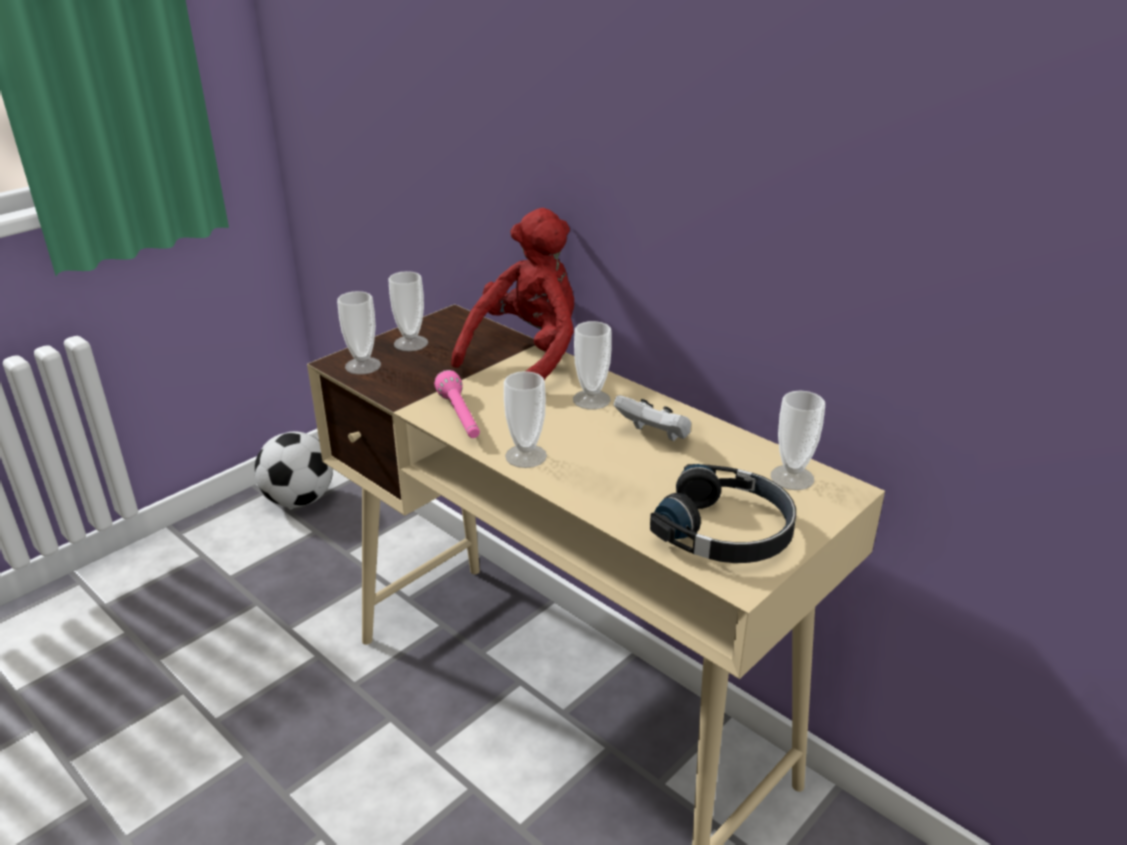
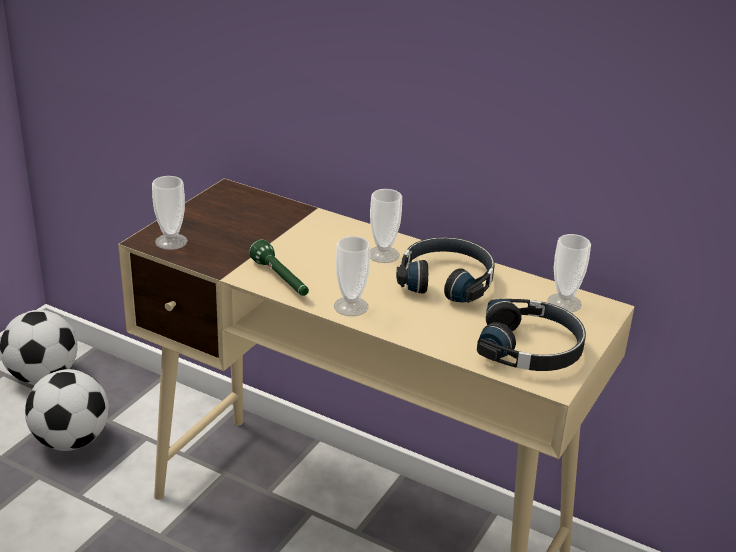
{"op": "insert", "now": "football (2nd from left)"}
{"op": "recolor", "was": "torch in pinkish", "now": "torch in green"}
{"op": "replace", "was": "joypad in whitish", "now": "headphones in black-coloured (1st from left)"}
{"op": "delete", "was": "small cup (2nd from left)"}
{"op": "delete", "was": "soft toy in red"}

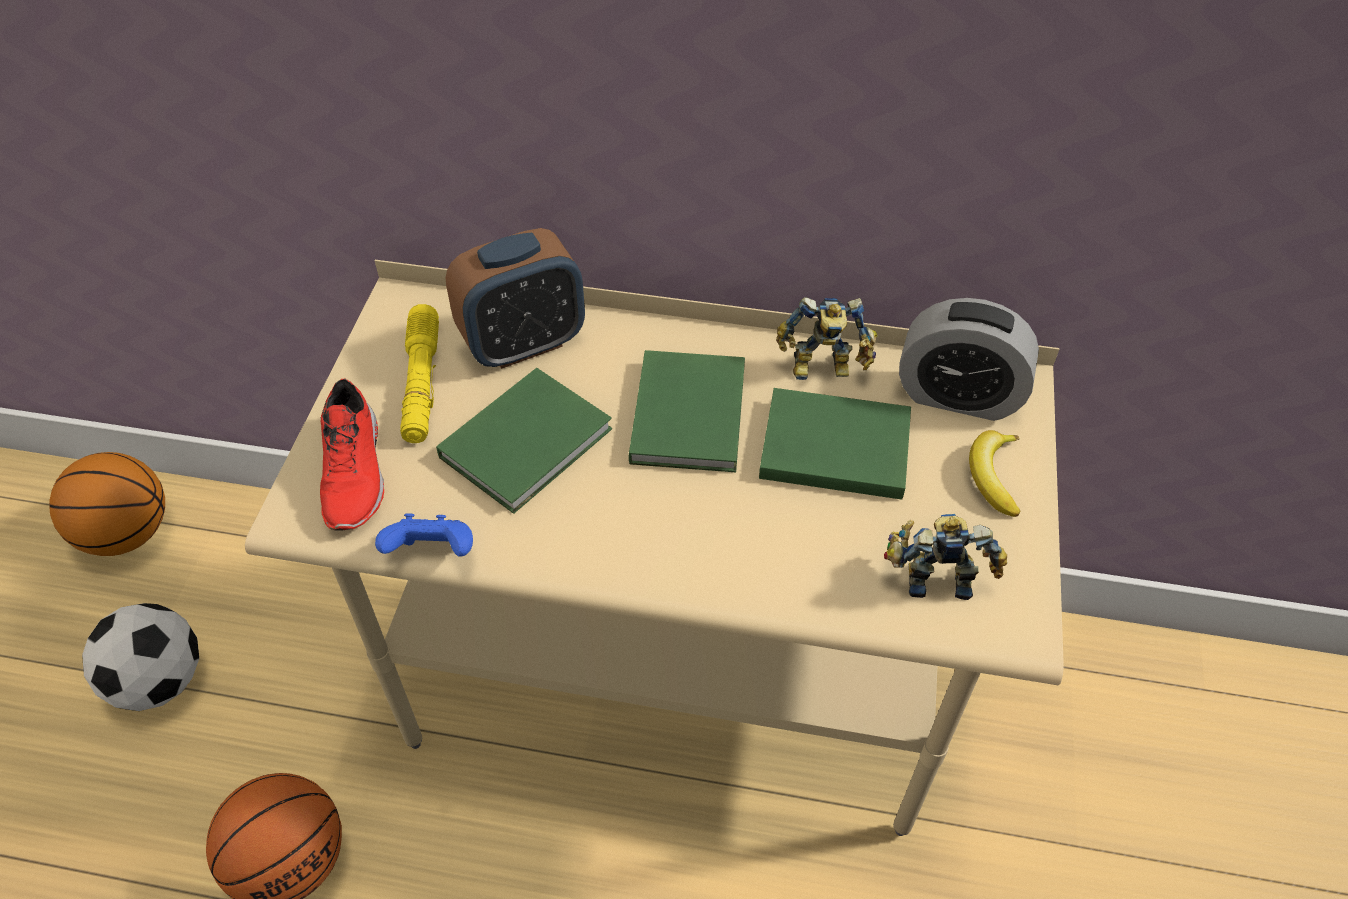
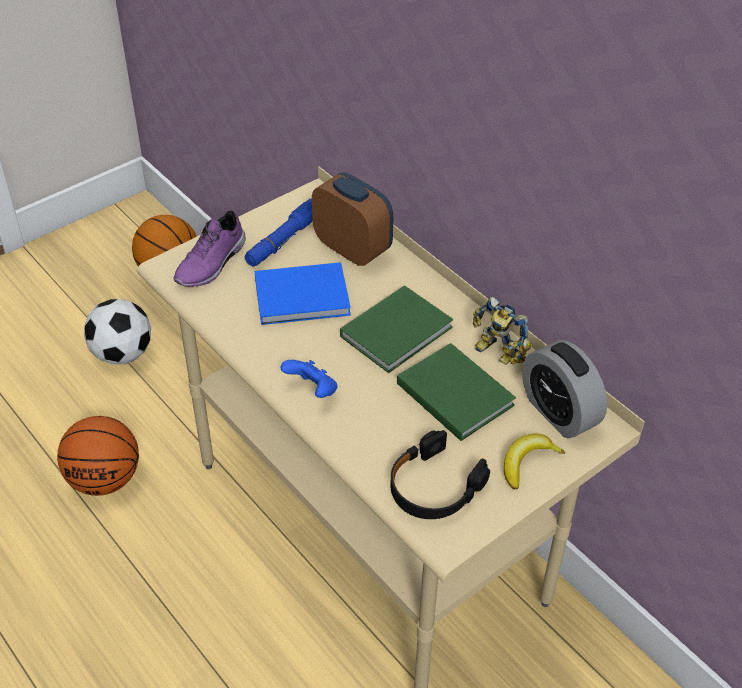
{"op": "recolor", "was": "item of footwear in red", "now": "item of footwear in purple-coloured"}
{"op": "recolor", "was": "torch in yellow-coloured", "now": "torch in blue-coloured"}
{"op": "recolor", "was": "bound book in green (1st from left)", "now": "bound book in blue-coloured"}
{"op": "move", "was": "joypad in blue-coloured"}
{"op": "rotate", "was": "alarm clock (1st from left)", "clockwise": -150}
{"op": "replace", "was": "model robot (2nd from left)", "now": "headphones in black-coloured"}

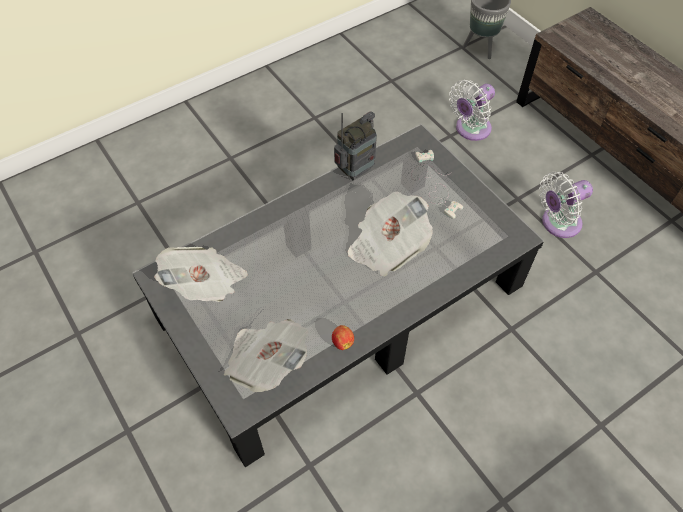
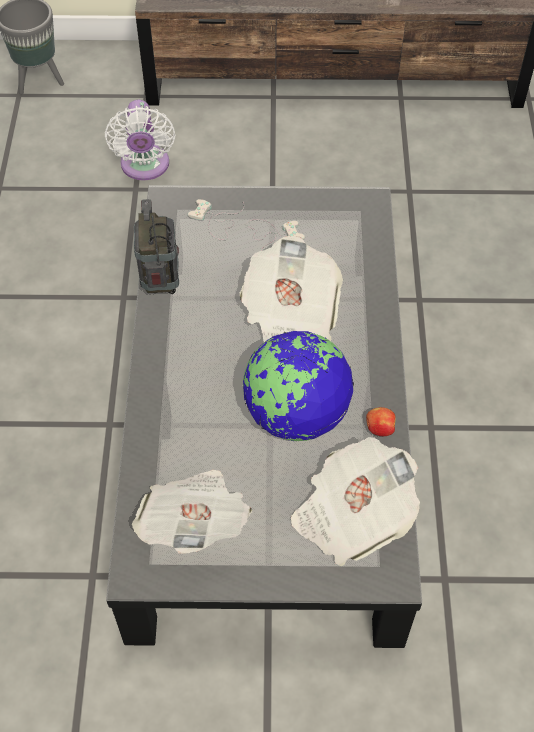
{"op": "insert", "now": "globe"}
{"op": "delete", "was": "fan in whitish (2nd from left)"}

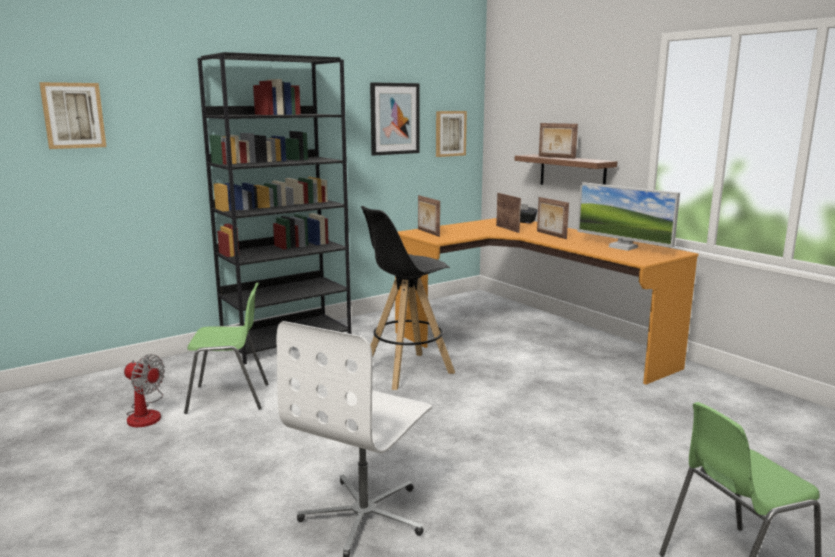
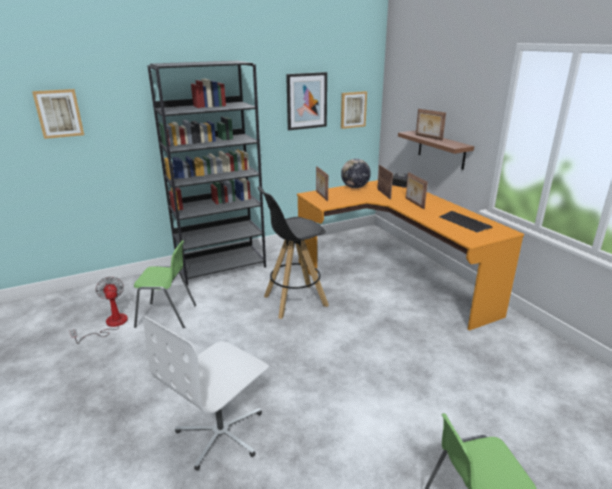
{"op": "rotate", "was": "fan", "clockwise": -150}
{"op": "insert", "now": "globe"}
{"op": "replace", "was": "monitor", "now": "PC keyboard"}

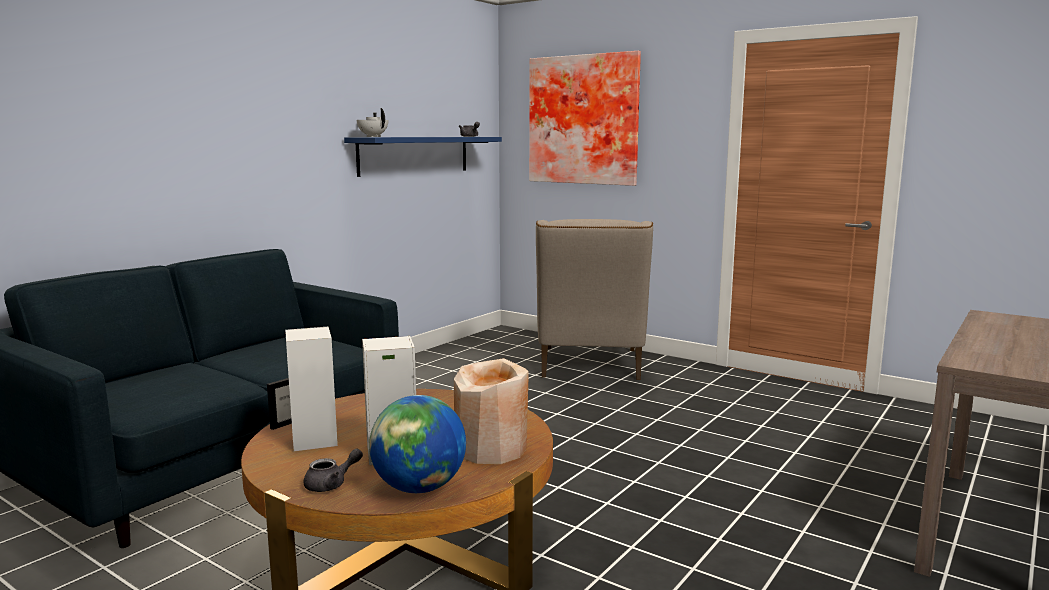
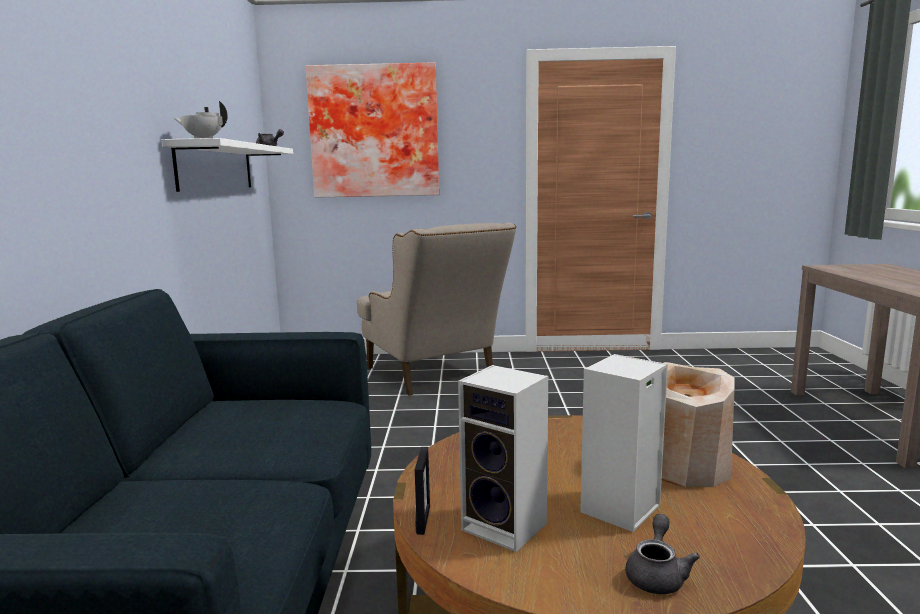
{"op": "recolor", "was": "wall shelf in blue-coloured", "now": "wall shelf in whitish"}
{"op": "delete", "was": "globe"}

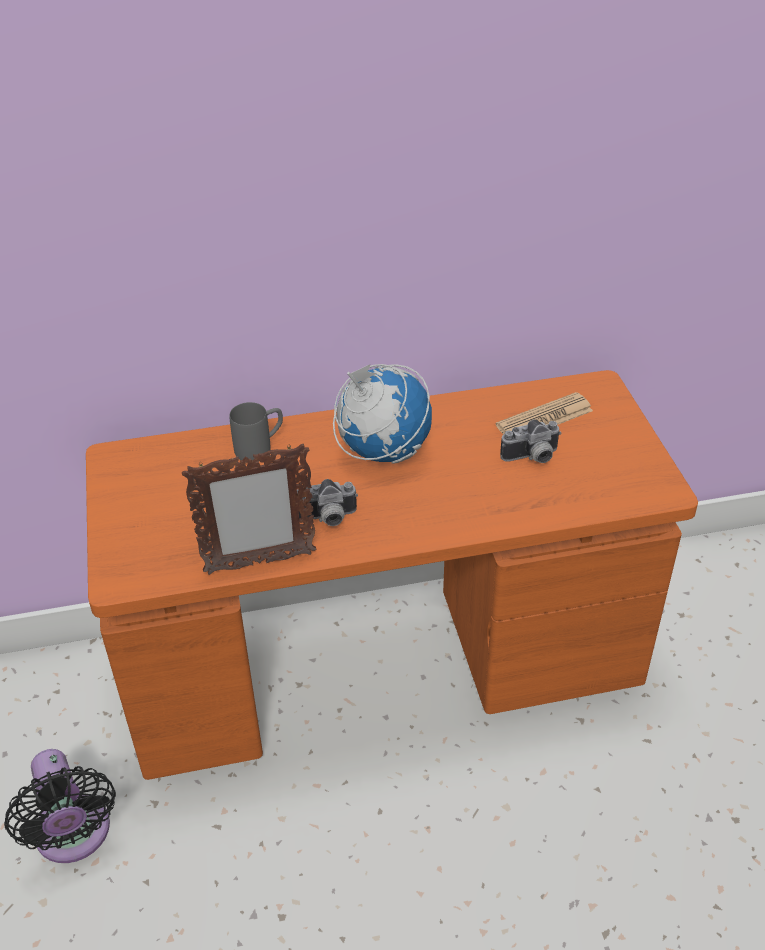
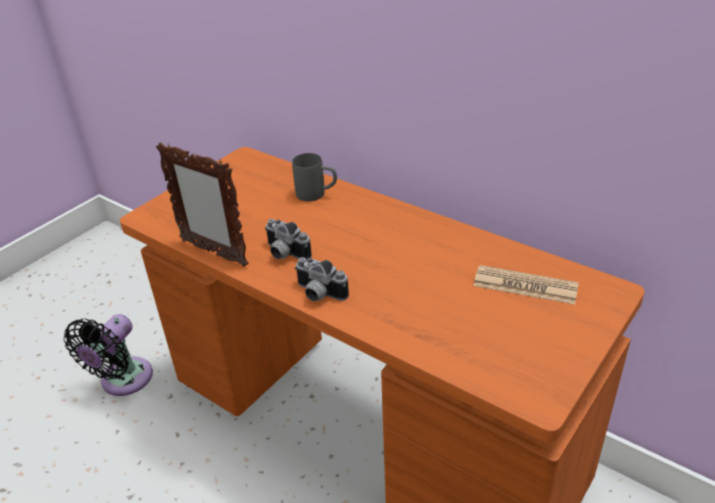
{"op": "move", "was": "photo camera (2nd from left)"}
{"op": "delete", "was": "globe"}

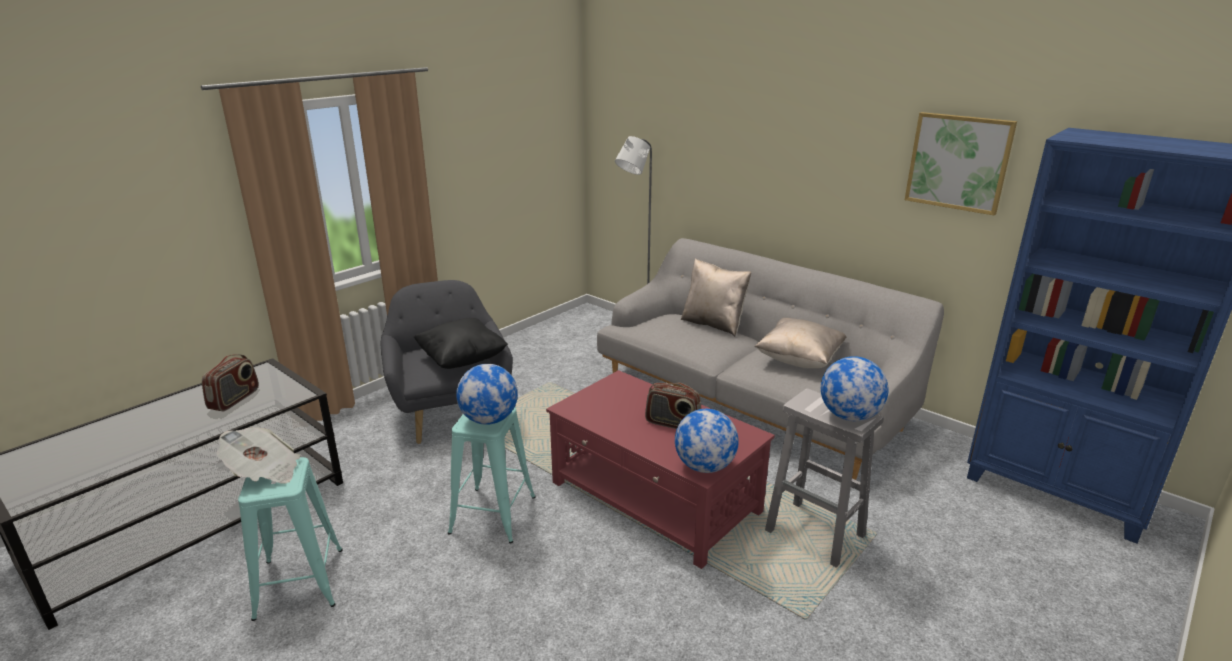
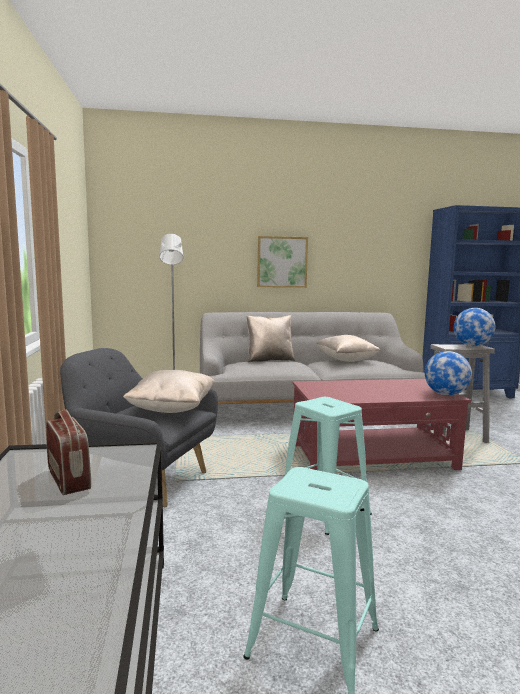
{"op": "recolor", "was": "cushion in black-coloured", "now": "cushion in beige-coloured (1st from left)"}
{"op": "move", "was": "wall picture"}
{"op": "delete", "was": "newspaper"}
{"op": "delete", "was": "globe (1st from left)"}
{"op": "delete", "was": "radio receiver (2nd from left)"}

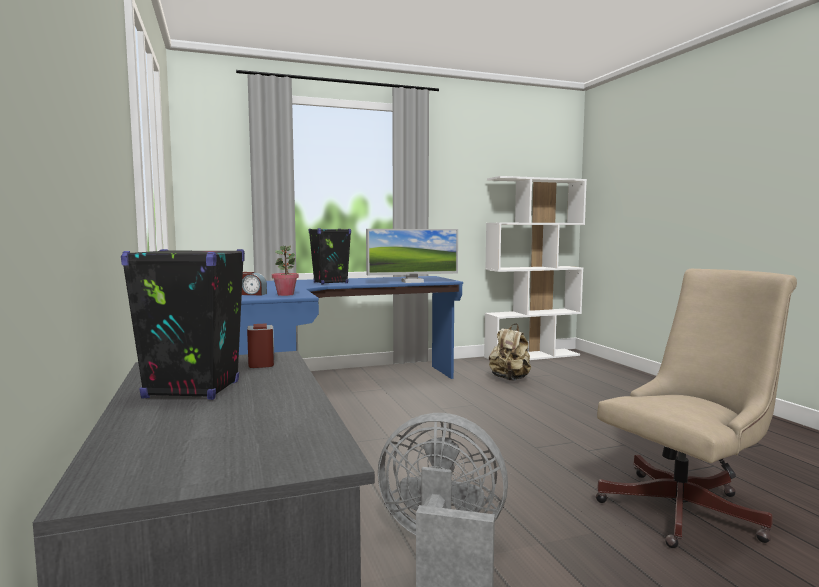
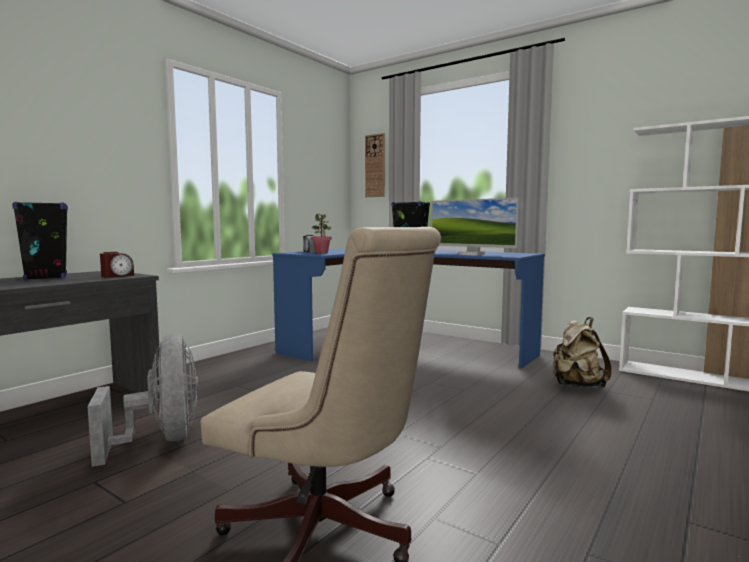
{"op": "insert", "now": "clock on the wall"}

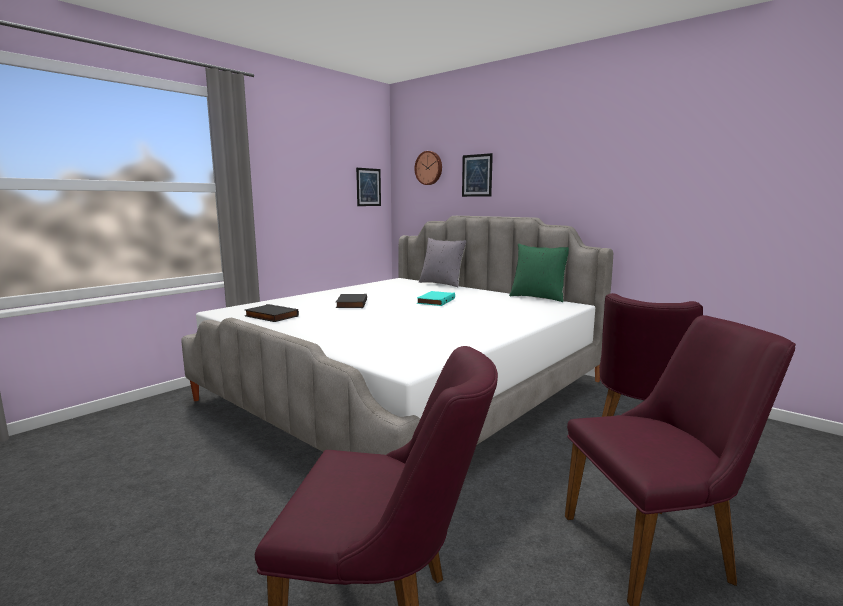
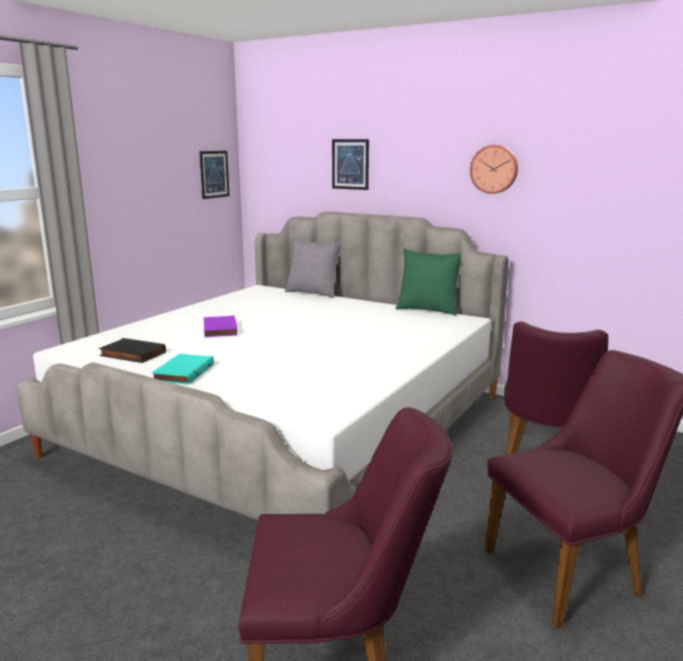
{"op": "move", "was": "bound book in turquoise"}
{"op": "recolor", "was": "bound book in black-coloured (2nd from left)", "now": "bound book in purple-coloured"}
{"op": "move", "was": "clock on the wall"}

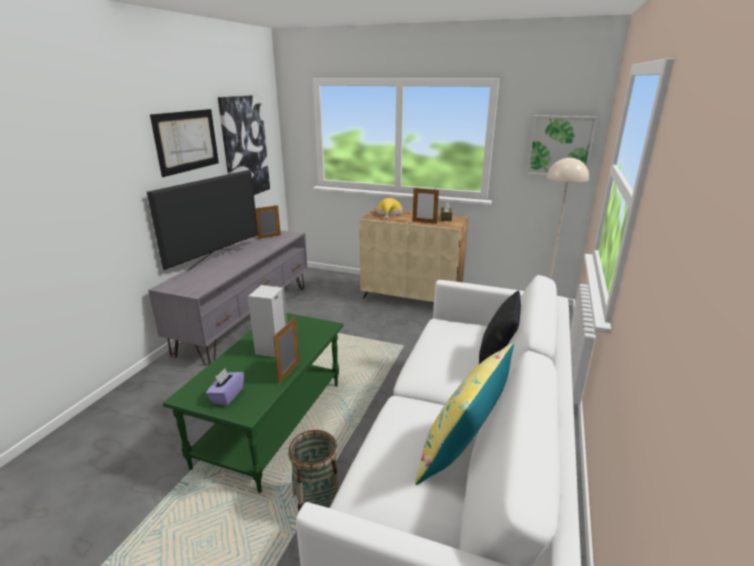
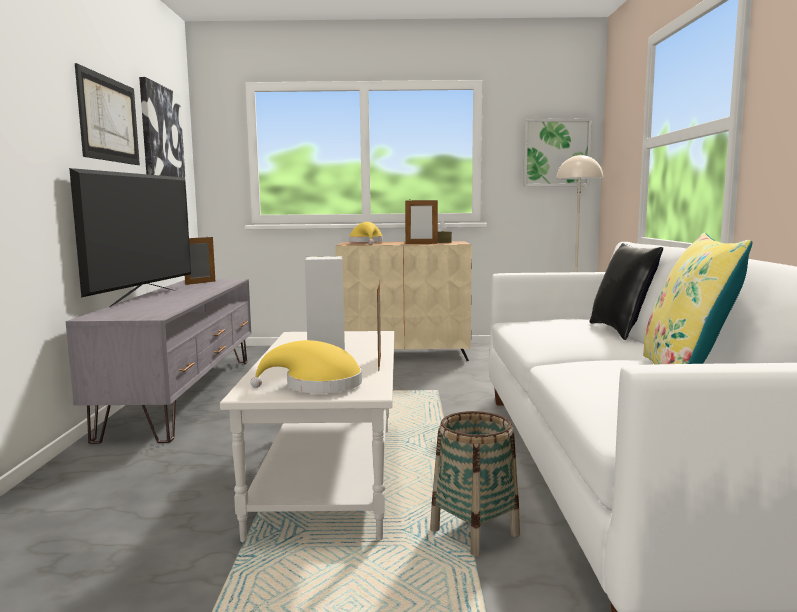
{"op": "recolor", "was": "coffee table in green", "now": "coffee table in whitish"}
{"op": "replace", "was": "tissue box in purple-coloured", "now": "wearable hat in yellow-coloured (1st from left)"}

